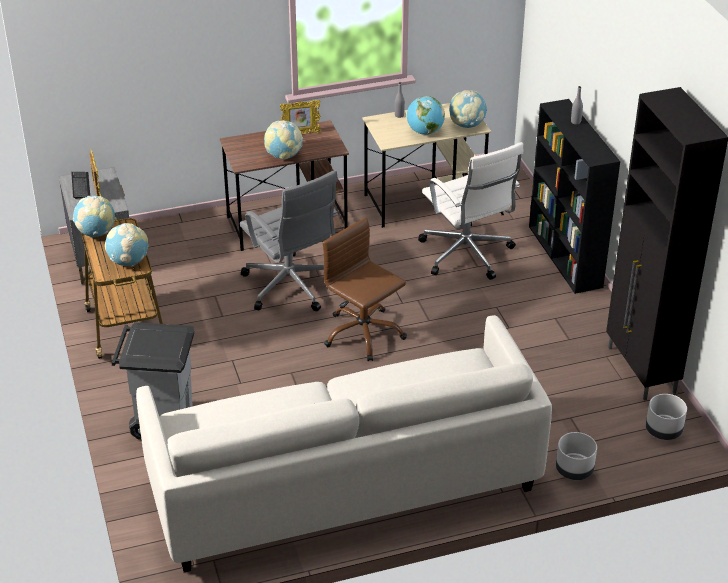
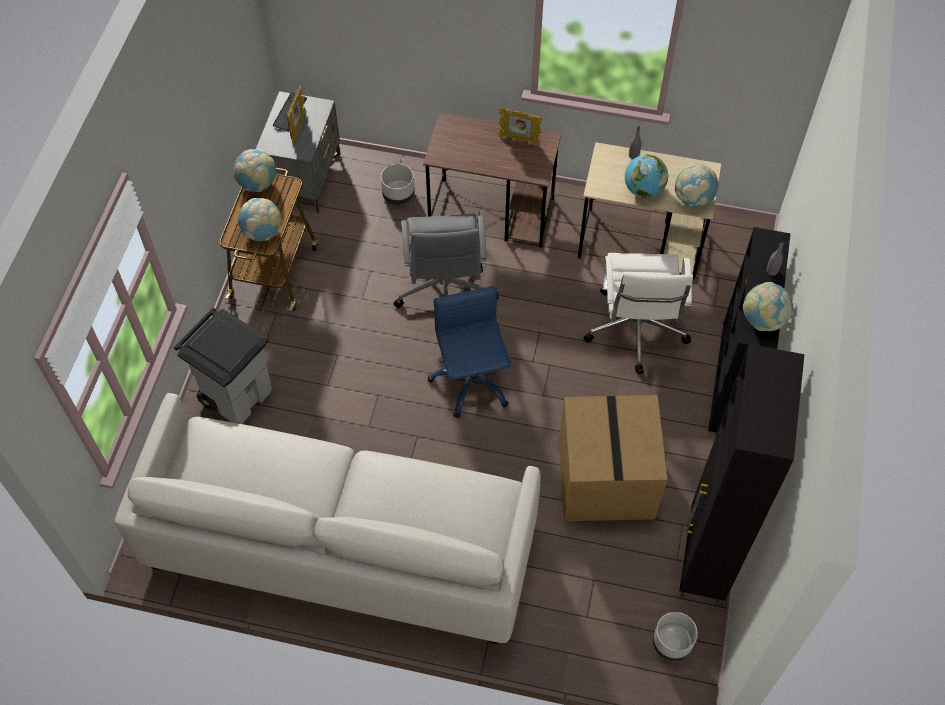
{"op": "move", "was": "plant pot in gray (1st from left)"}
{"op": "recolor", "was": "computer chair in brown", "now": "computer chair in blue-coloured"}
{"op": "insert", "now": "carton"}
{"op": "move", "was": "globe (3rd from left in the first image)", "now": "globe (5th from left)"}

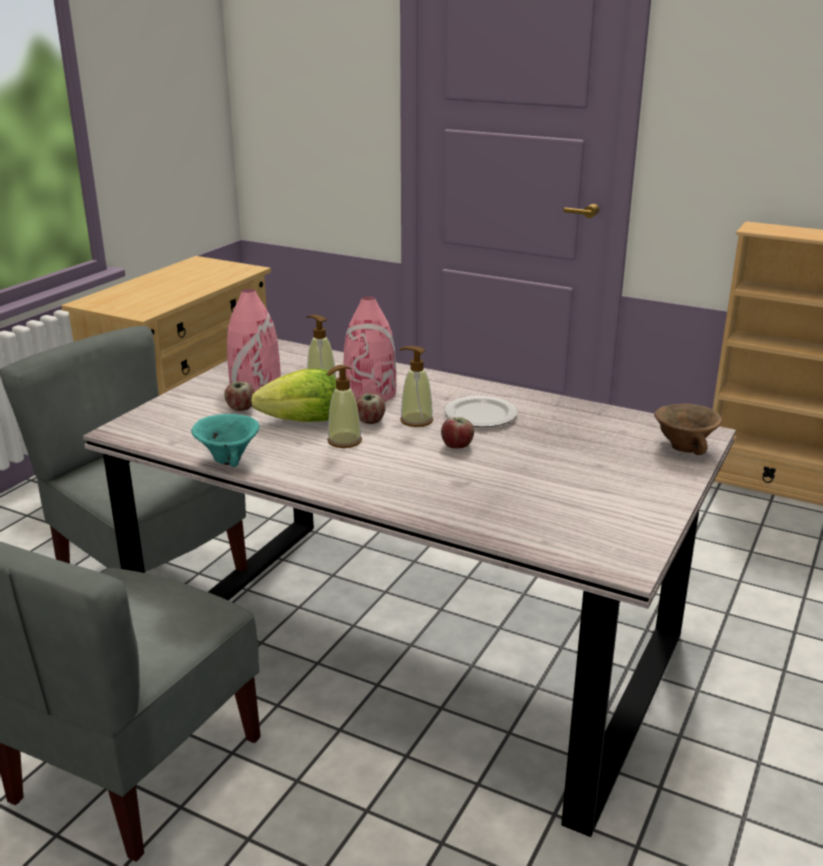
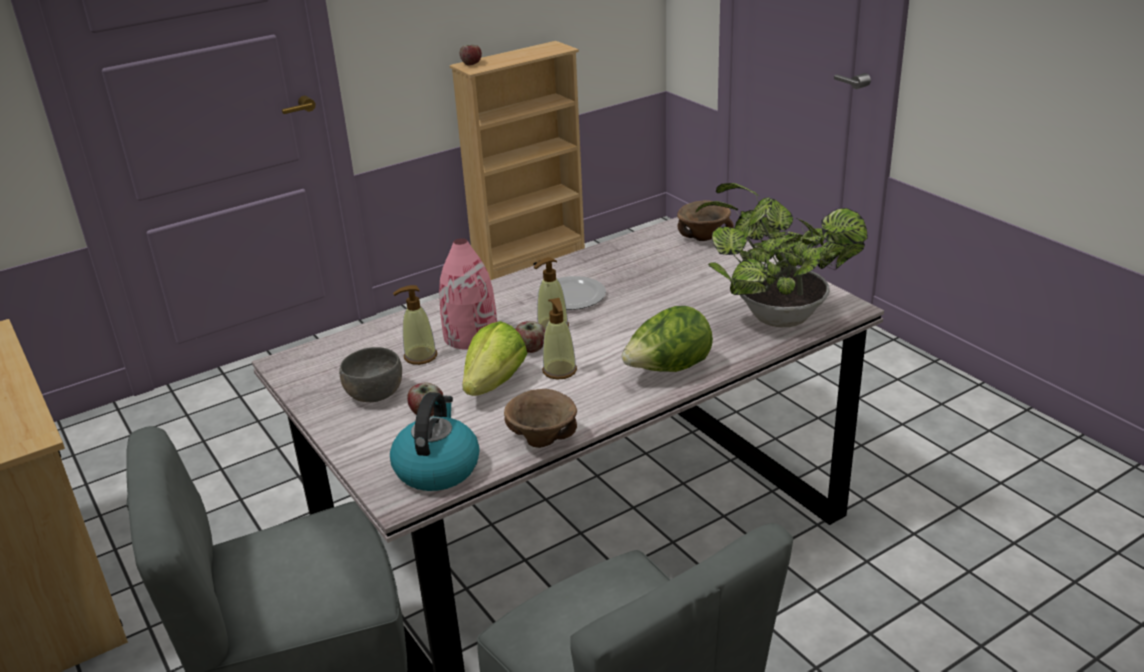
{"op": "replace", "was": "vase in pinkish (1st from left)", "now": "serving bowl in gray"}
{"op": "insert", "now": "water kettle"}
{"op": "move", "was": "apple (3rd from left in the first image)", "now": "apple (2nd from left)"}
{"op": "recolor", "was": "serving bowl in turquoise", "now": "serving bowl in brown (1st from left)"}
{"op": "insert", "now": "lettuce (2nd from left)"}
{"op": "insert", "now": "potted plant"}

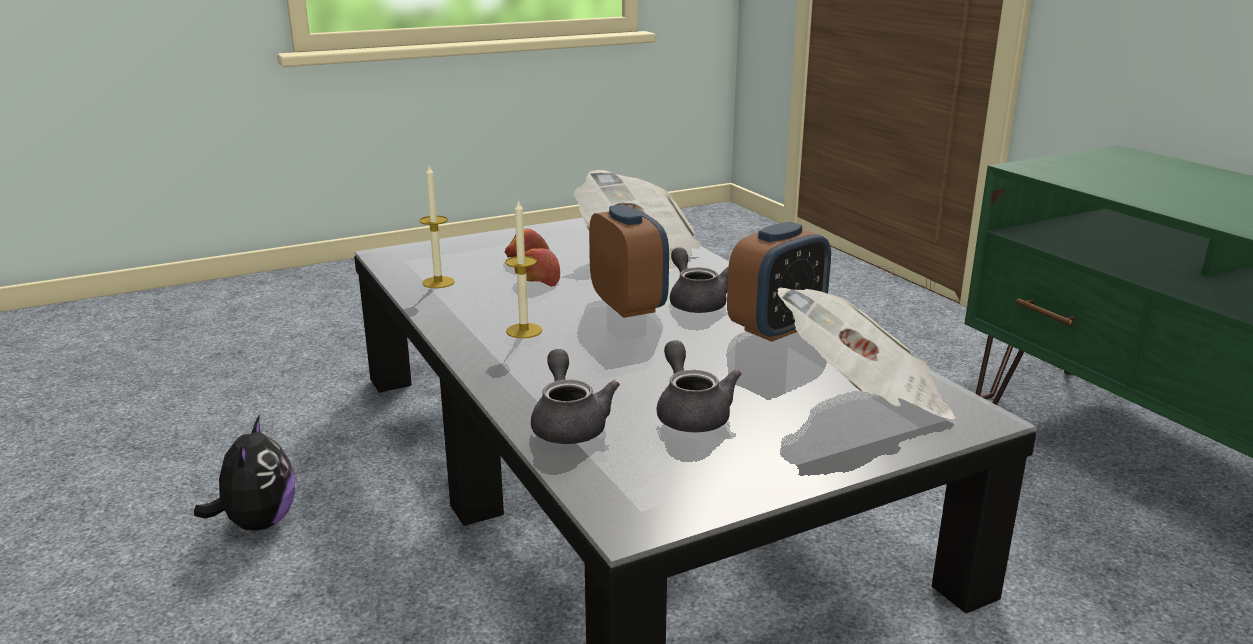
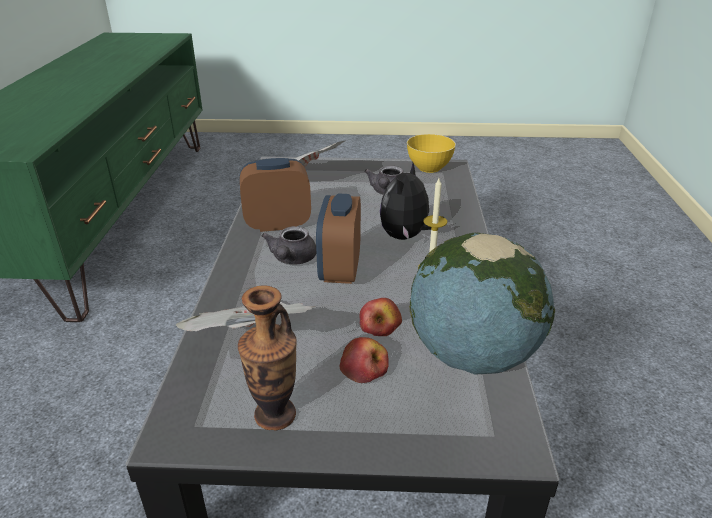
{"op": "insert", "now": "vase"}
{"op": "move", "was": "soft toy"}
{"op": "insert", "now": "serving bowl in yellow-coloured"}
{"op": "replace", "was": "wax candle (1st from left)", "now": "globe"}
{"op": "delete", "was": "pot for tea in gray (1st from left)"}

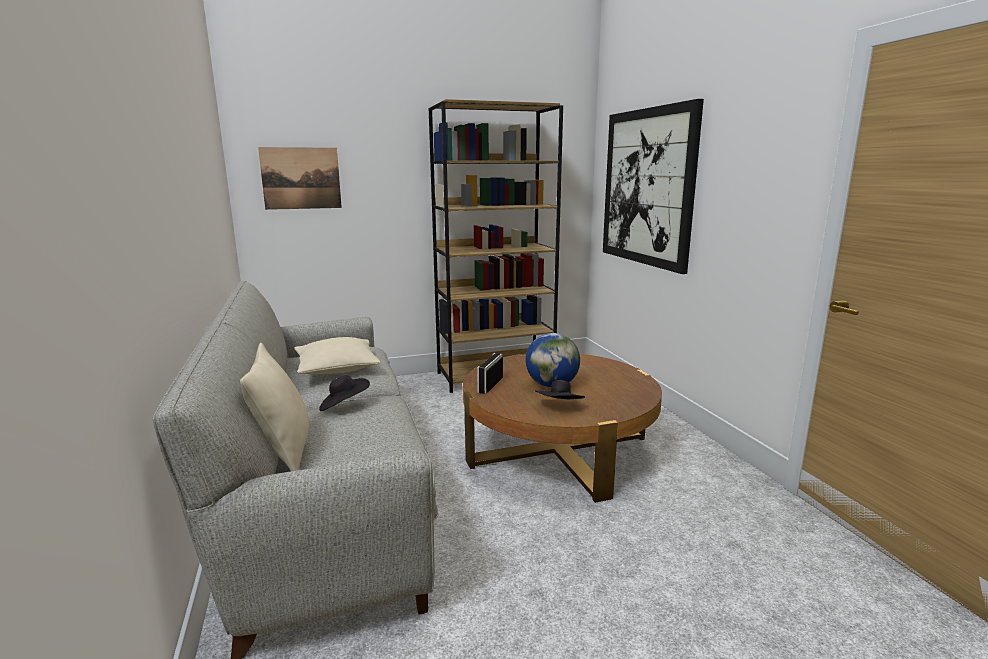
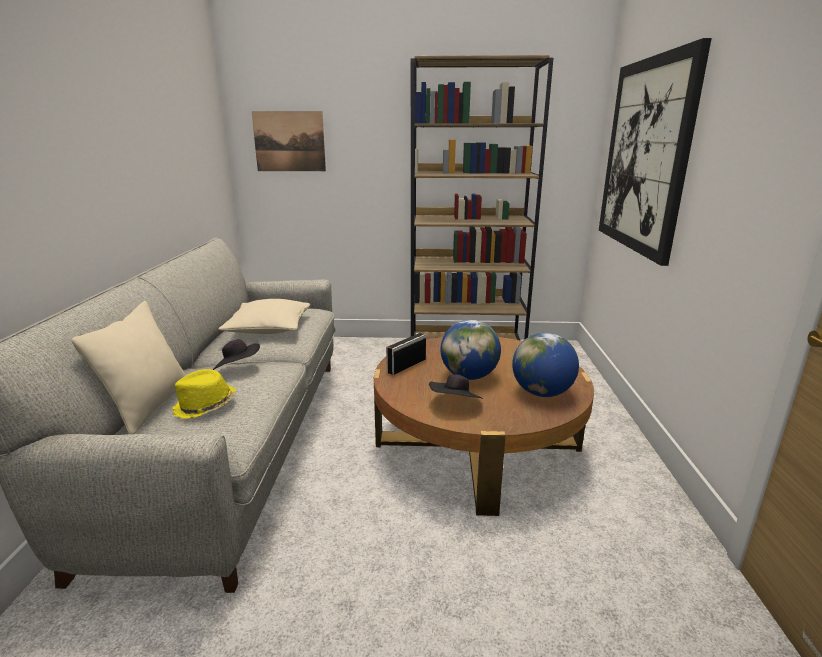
{"op": "insert", "now": "wearable hat in yellow-coloured"}
{"op": "insert", "now": "globe (2nd from left)"}

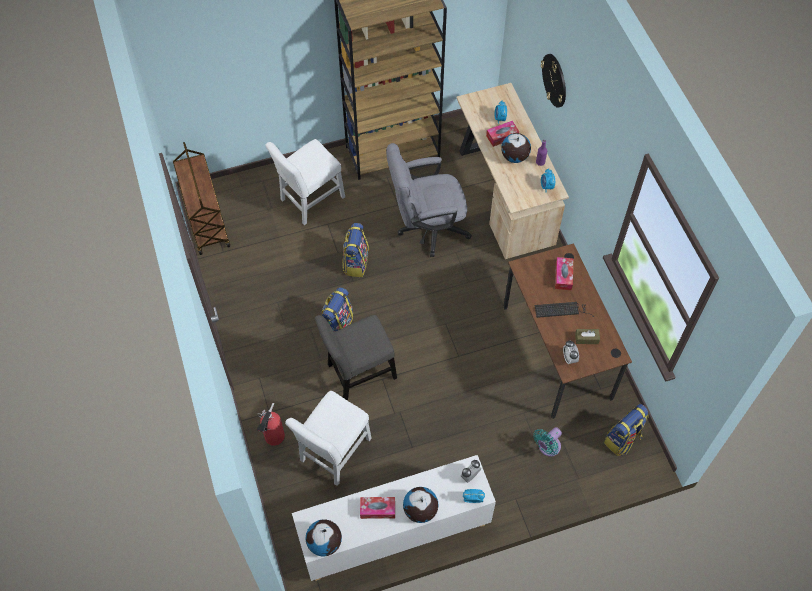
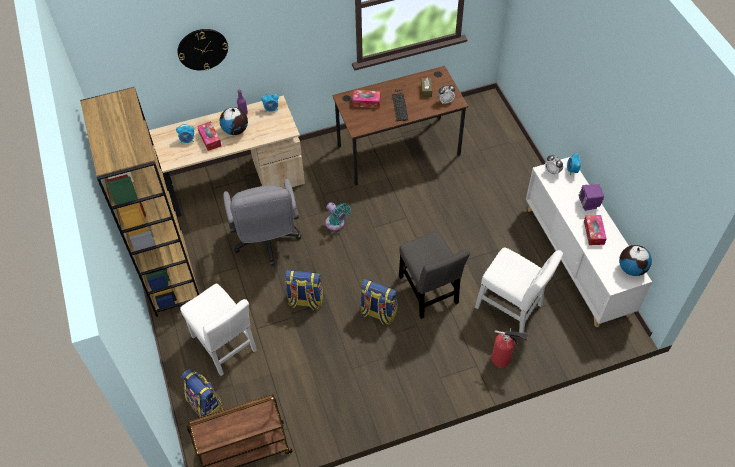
{"op": "move", "was": "knapsack (3rd from left in the first image)", "now": "knapsack (1st from left)"}
{"op": "move", "was": "fan in turquoise"}
{"op": "replace", "was": "globe (2nd from left)", "now": "loudspeaker in purple-coloured"}

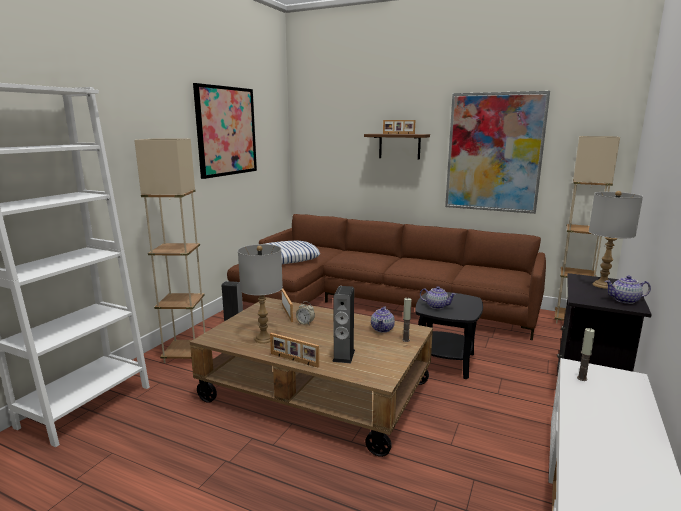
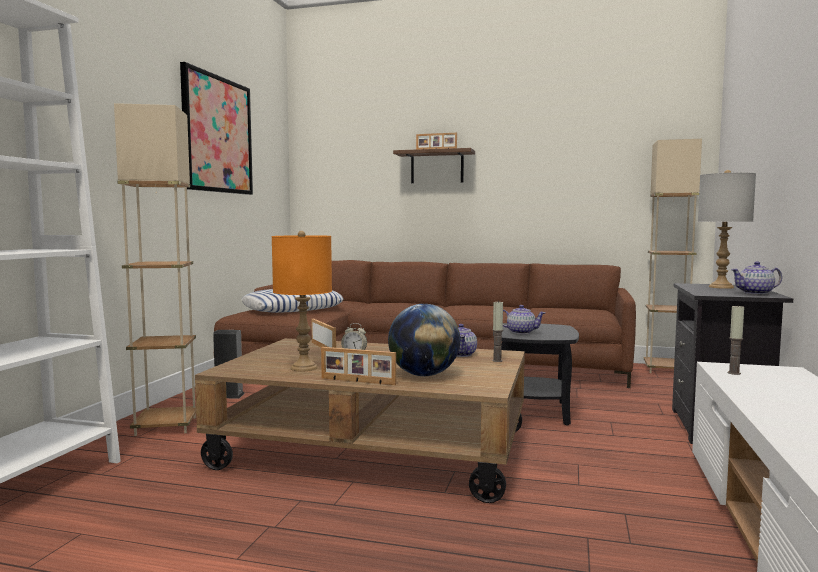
{"op": "recolor", "was": "lamp for a table in gray (1st from left)", "now": "lamp for a table in orange-coloured"}
{"op": "replace", "was": "loudspeaker (2nd from left)", "now": "globe"}
{"op": "delete", "was": "wall picture (2nd from left)"}

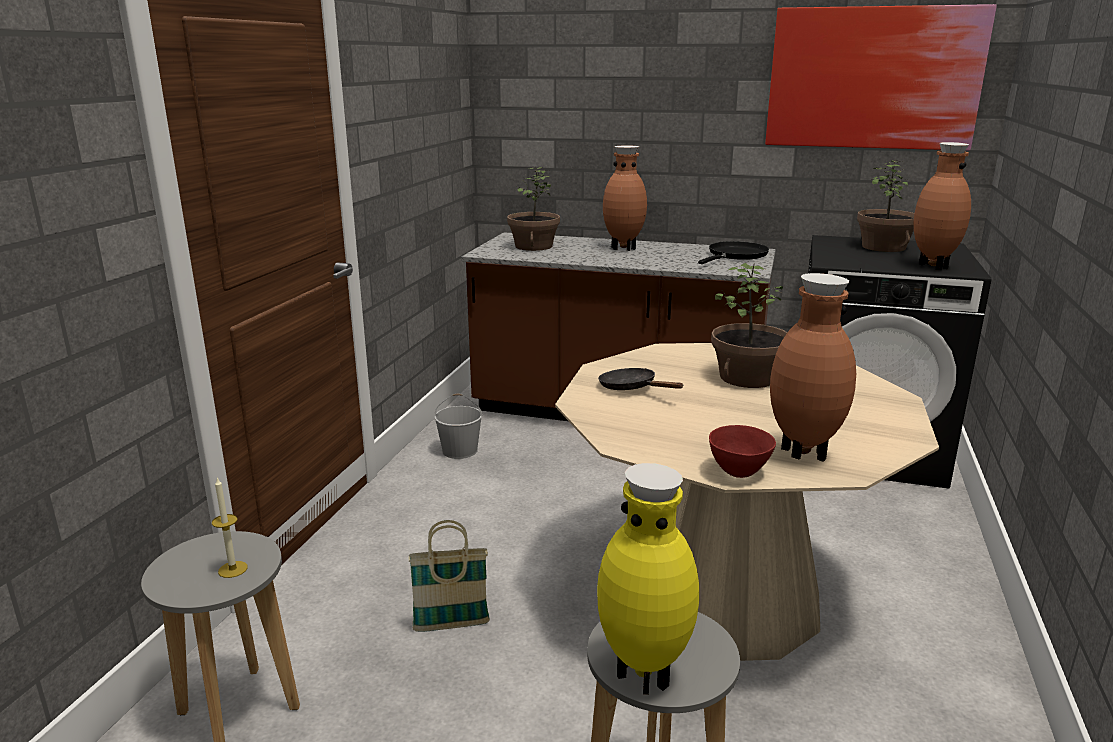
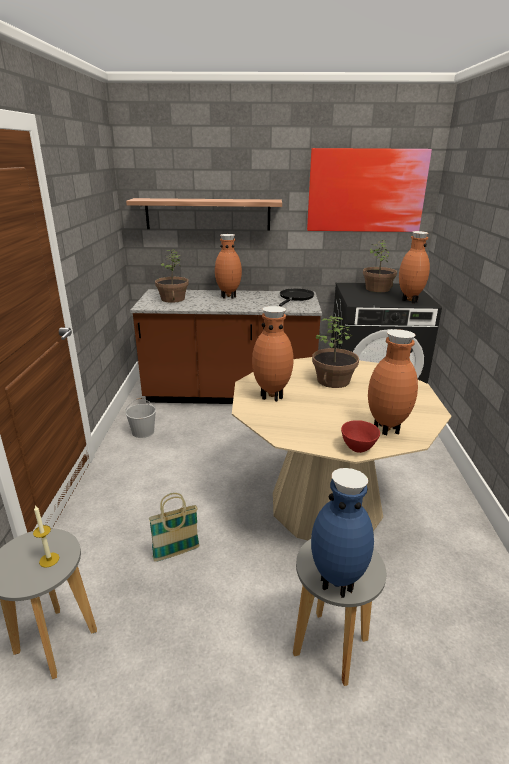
{"op": "insert", "now": "wall shelf"}
{"op": "replace", "was": "frying pan in black-coloured (1st from left)", "now": "vase in brown (2nd from left)"}
{"op": "recolor", "was": "vase in yellow-coloured", "now": "vase in blue-coloured"}

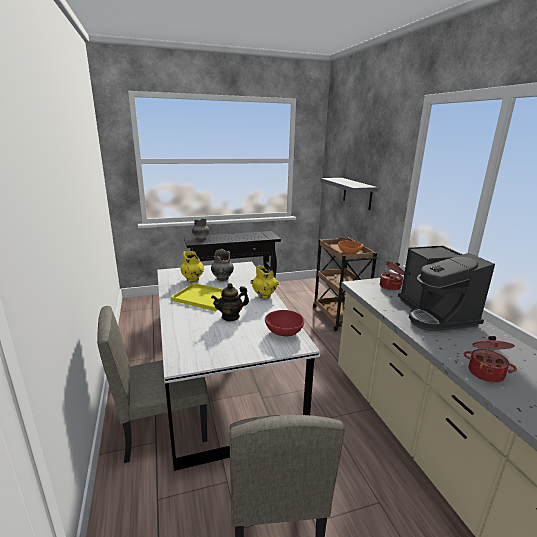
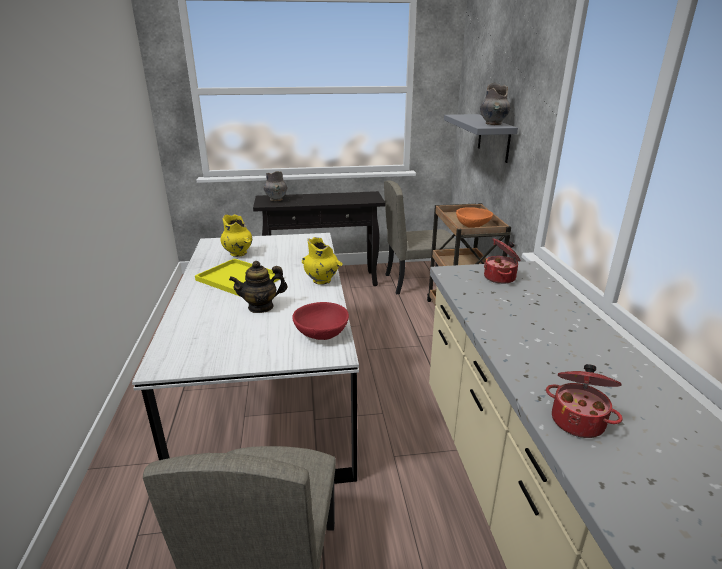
{"op": "move", "was": "chair in beige-coloured (1st from left in the first image)", "now": "chair in beige-coloured (2nd from left)"}
{"op": "move", "was": "vase in gray (2nd from left)"}
{"op": "delete", "was": "coffee brewer"}

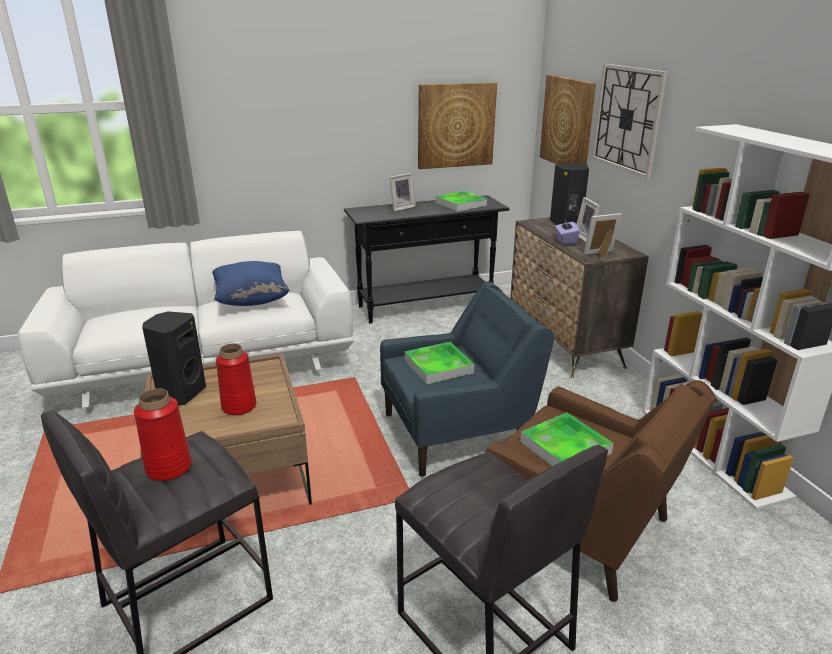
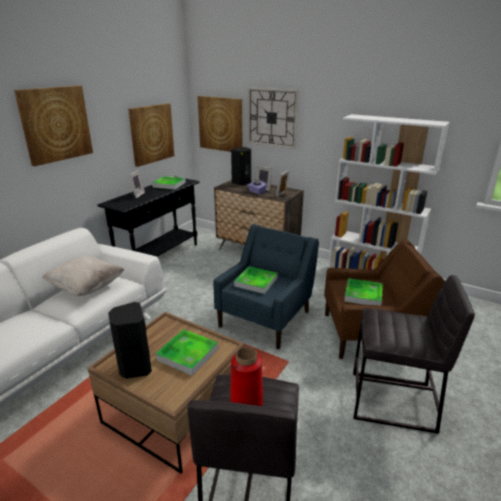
{"op": "insert", "now": "wall picture (1st from left)"}
{"op": "recolor", "was": "cushion in blue-coloured", "now": "cushion in beige-coloured"}
{"op": "replace", "was": "vase in red (2nd from left)", "now": "serving tray (2nd from left)"}

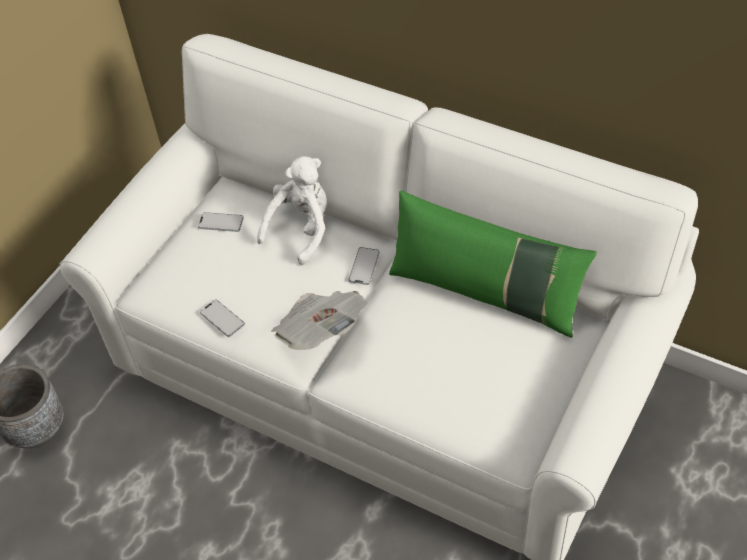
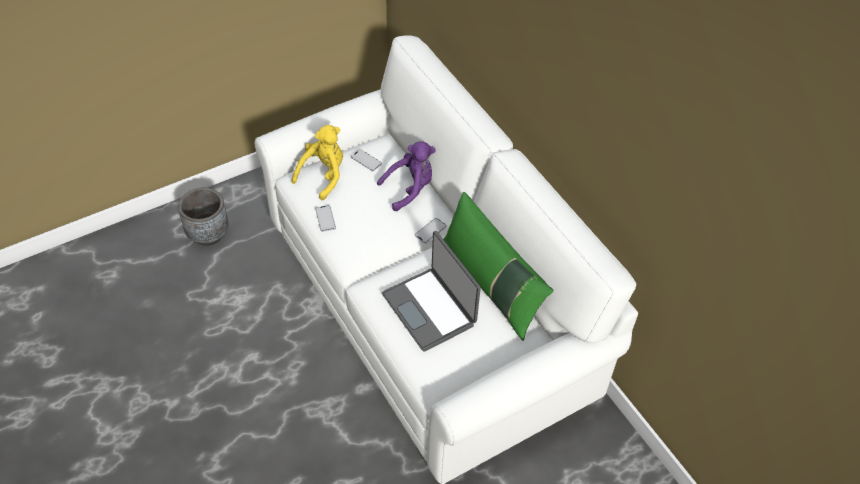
{"op": "insert", "now": "soft toy in yellow-coloured"}
{"op": "recolor", "was": "soft toy in whitish", "now": "soft toy in purple-coloured"}
{"op": "insert", "now": "portable computer"}
{"op": "delete", "was": "newspaper"}

